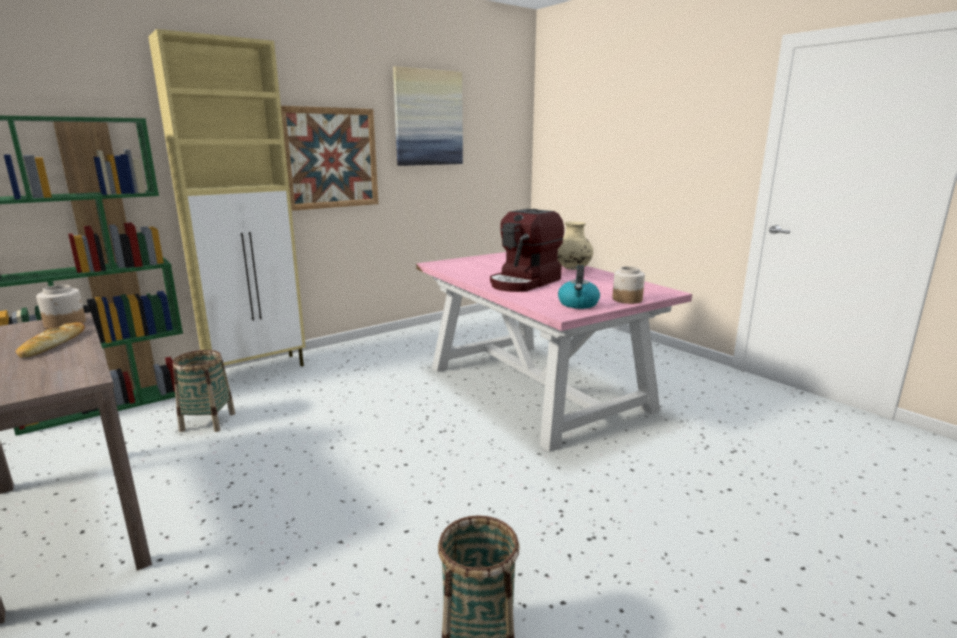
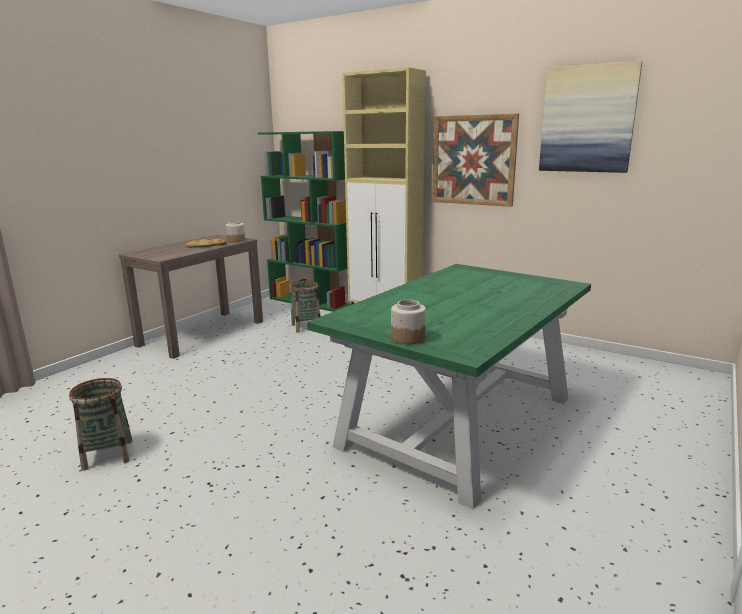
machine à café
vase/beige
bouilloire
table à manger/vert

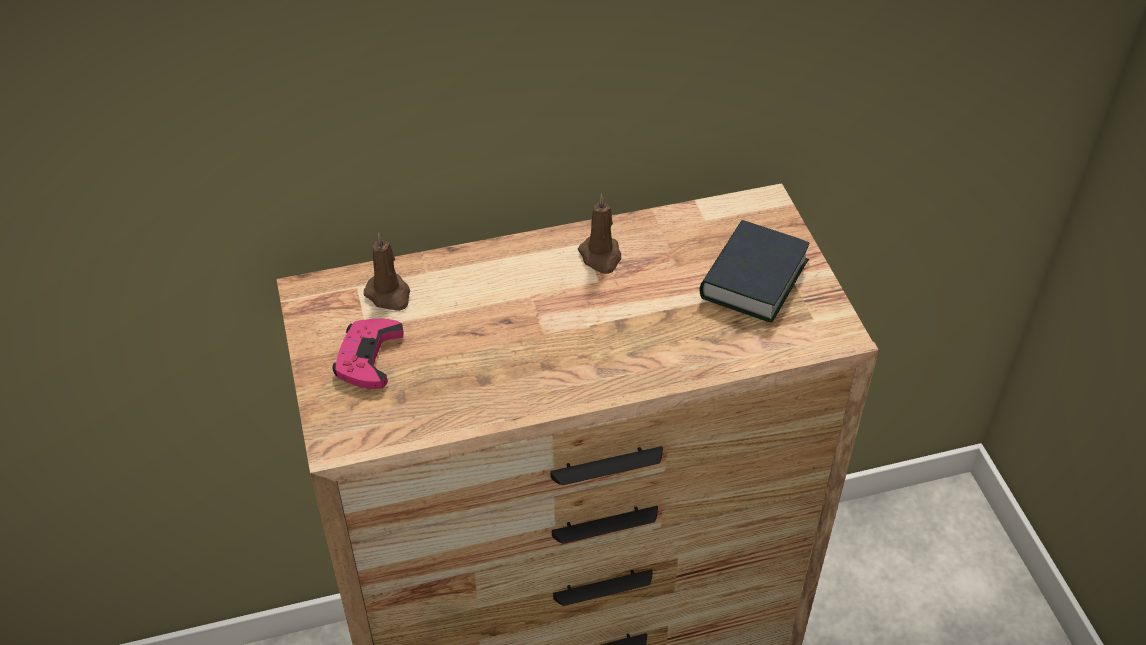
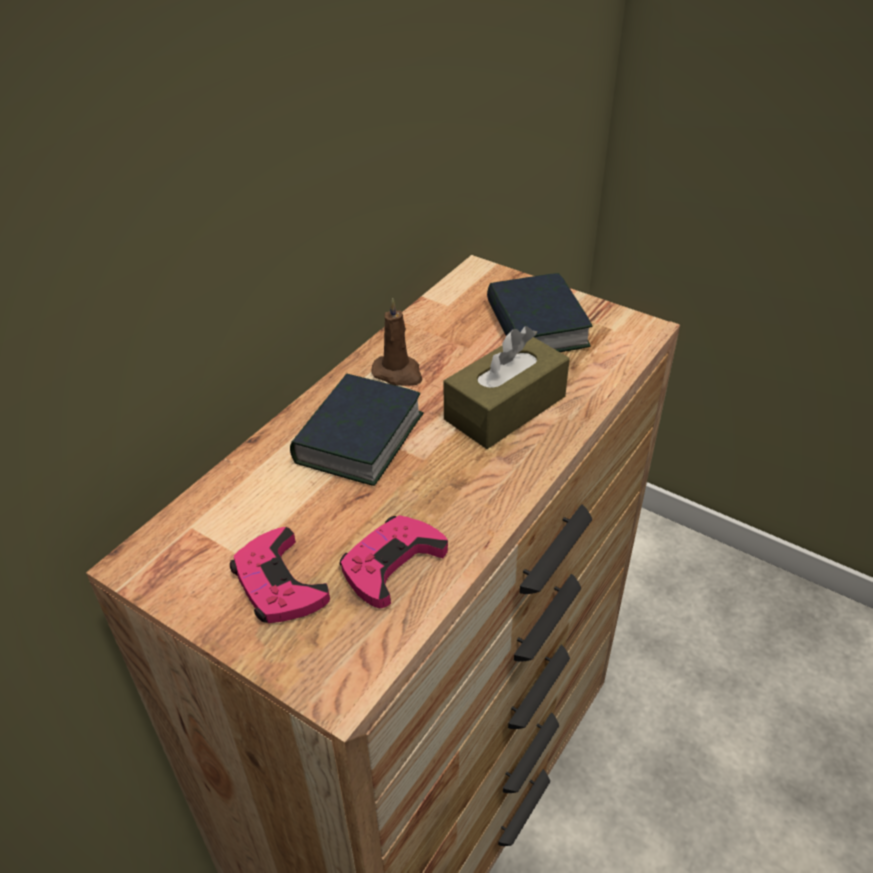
bougie/marron (no. 1 from left in the first image)
livre (no. 1 from left)
manette/rose (no. 2 from left)
boîte à mouchoirs/marron

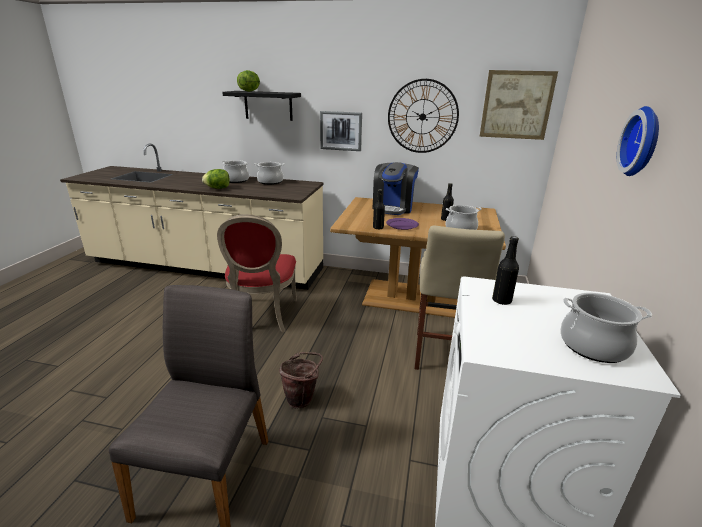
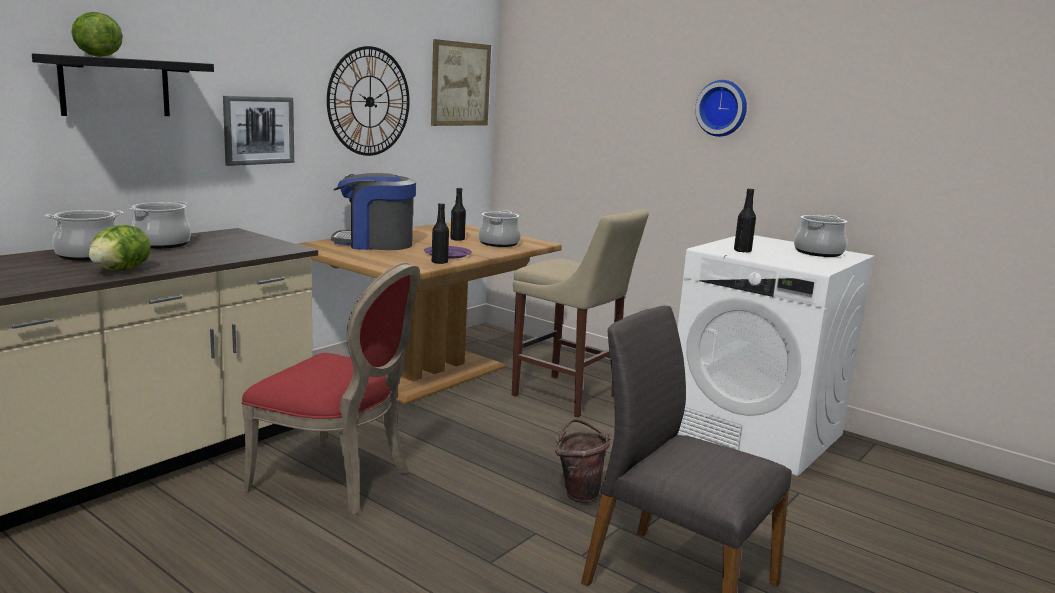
machine à café

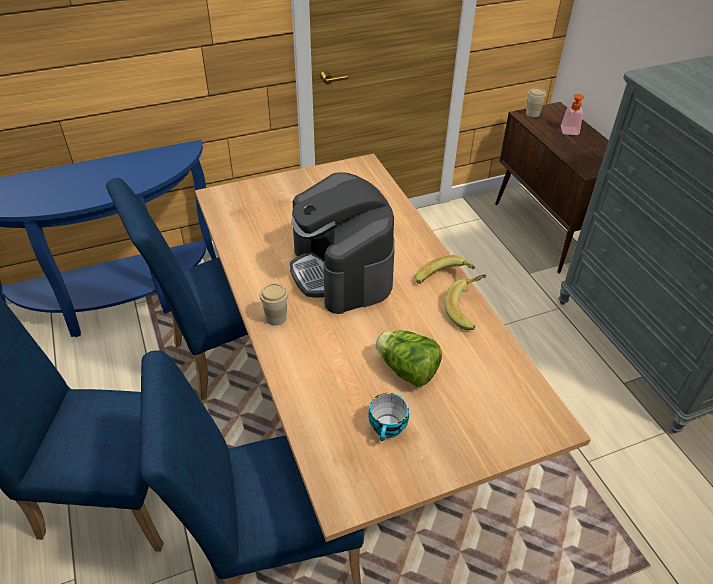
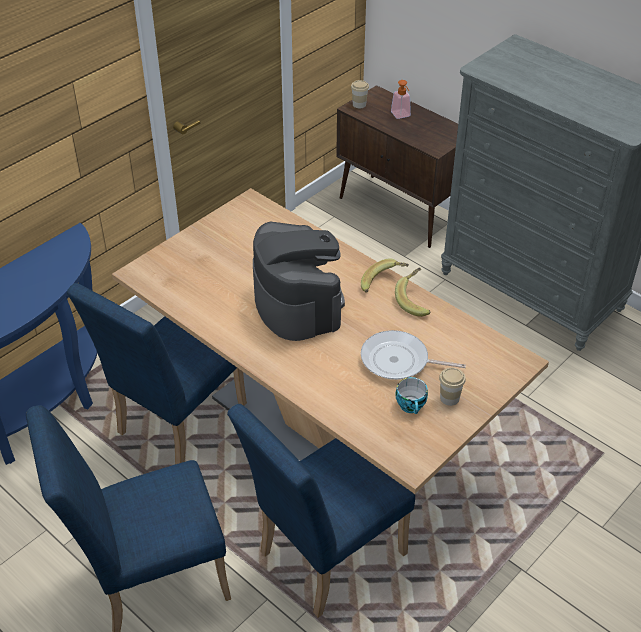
tasse (no. 3 from left)
poêle
machine à café

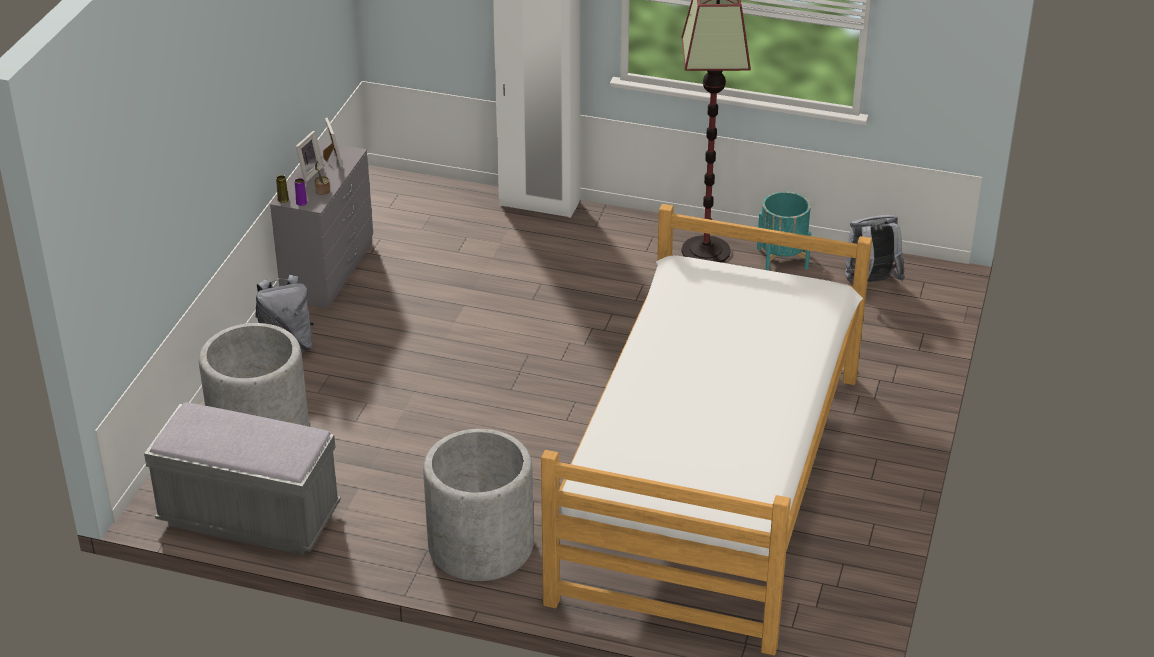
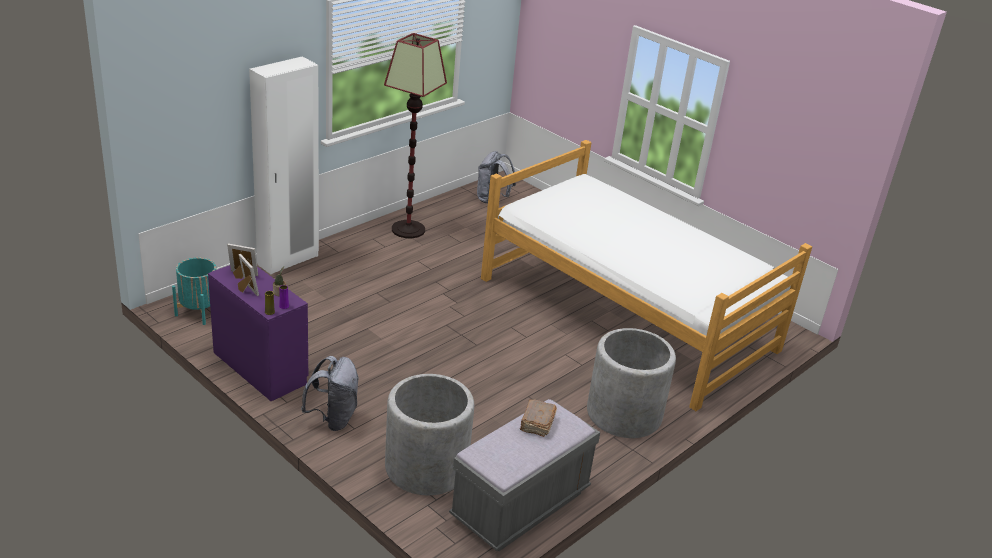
livre/marron
cache-pot/turquoise
commode/violet

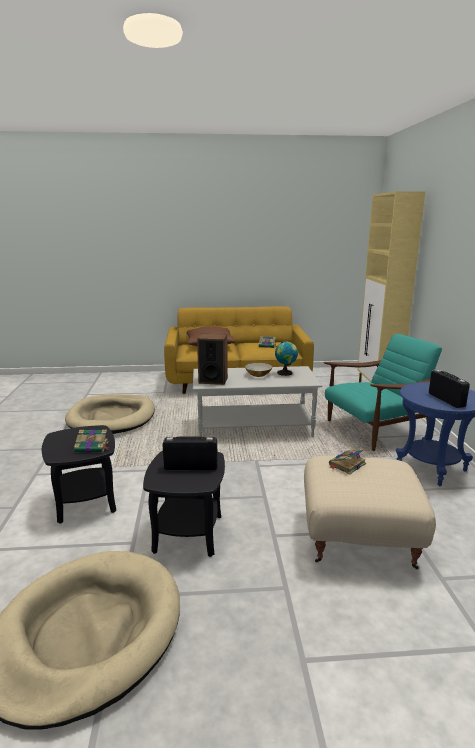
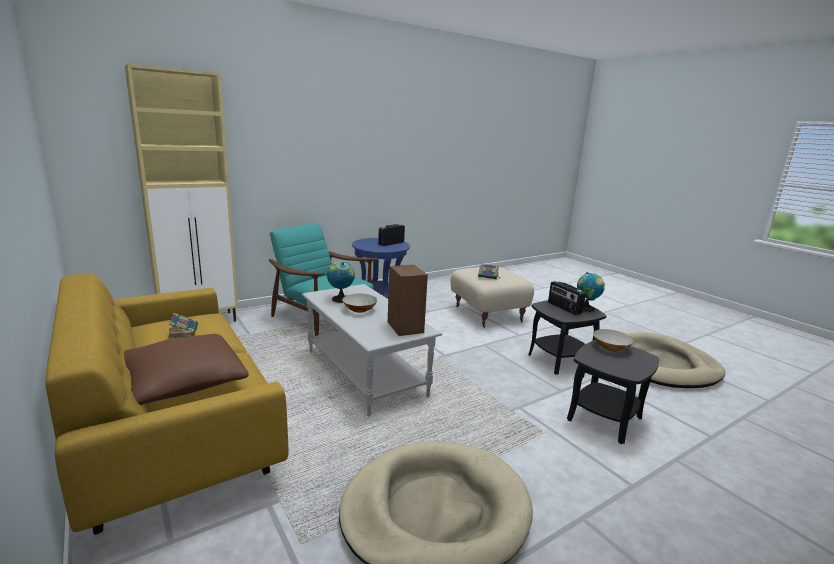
globe (no. 2 from left)
bol (no. 2 from left)

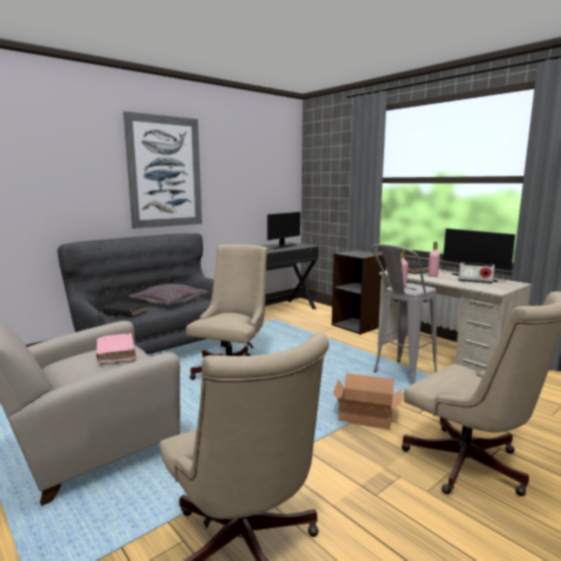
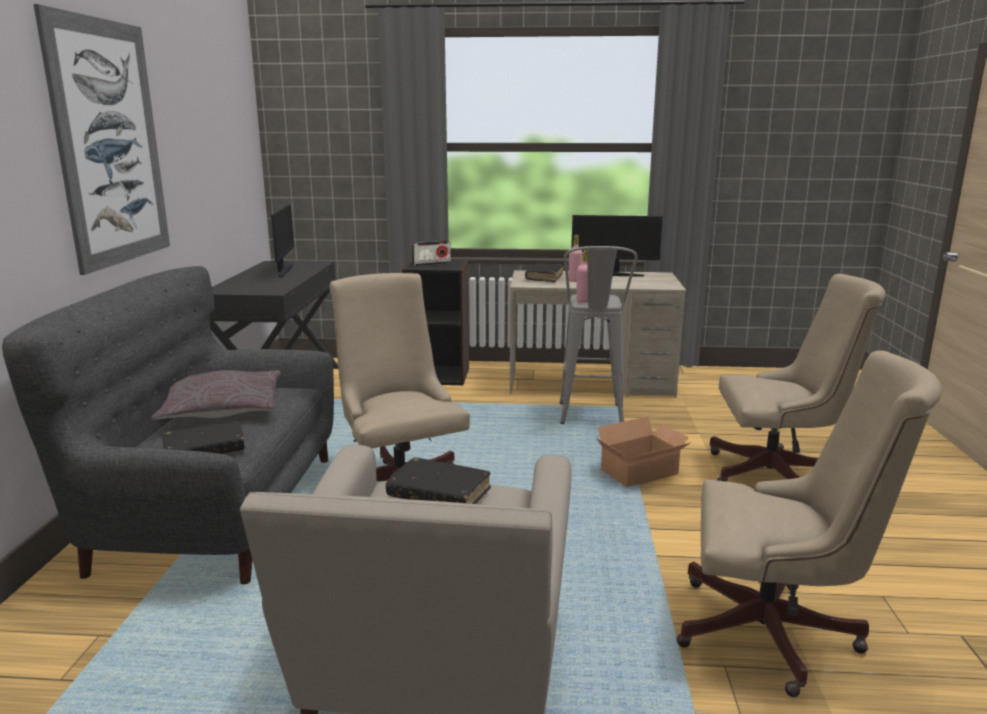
radio
livre/noir (no. 2 from left)

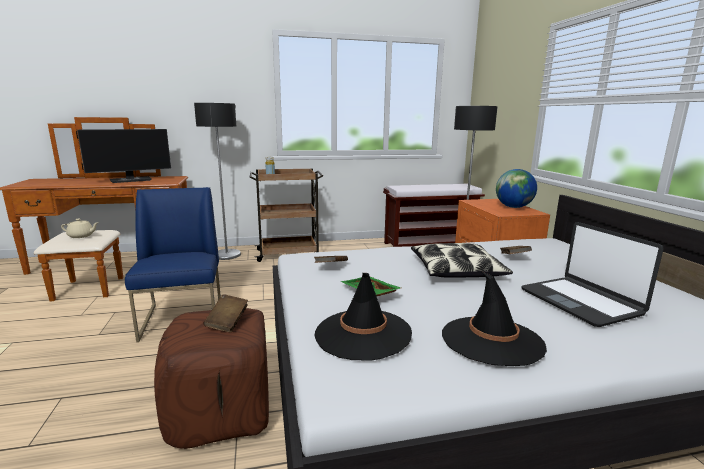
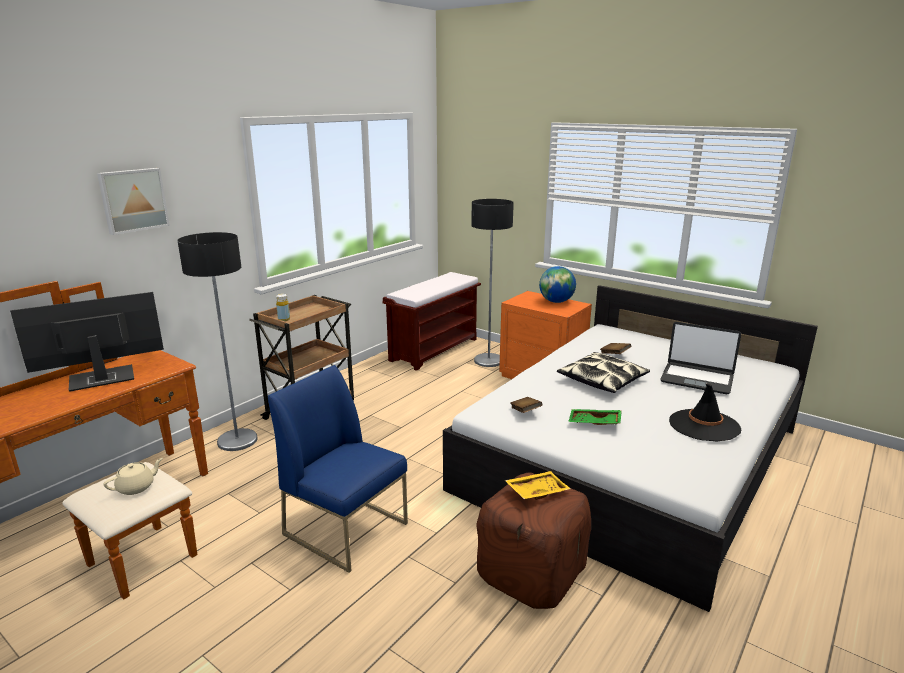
chapeau/noir (no. 1 from left in the first image)
tableau
plateau/jaune
écran d'ordinateur

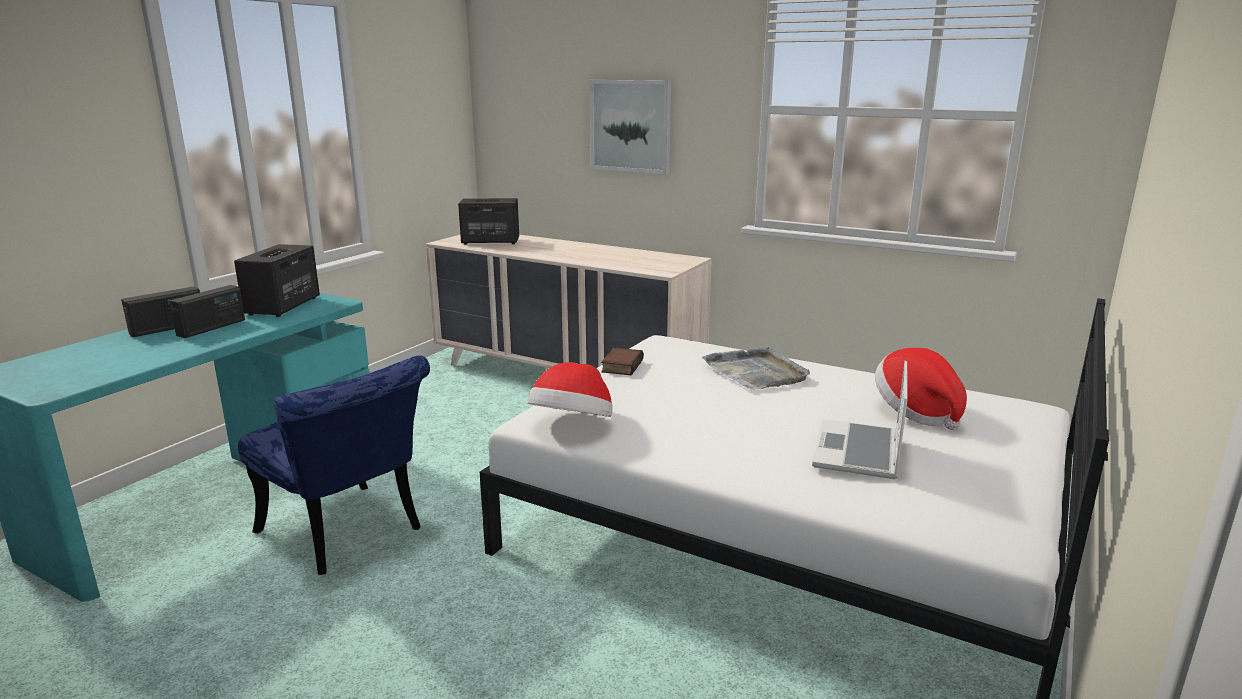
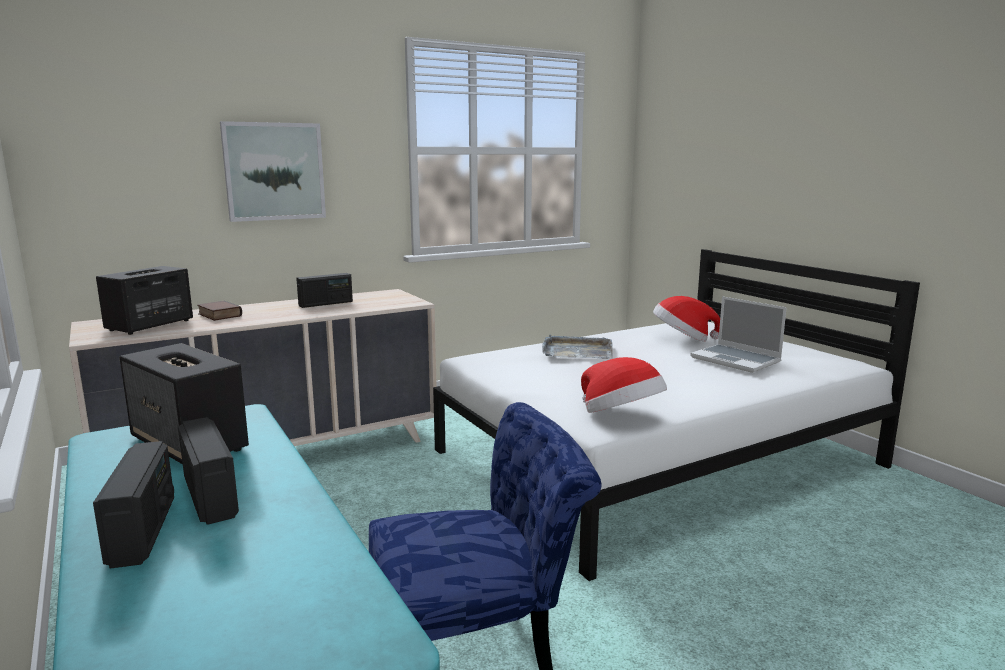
radio (no. 3 from left)
livre

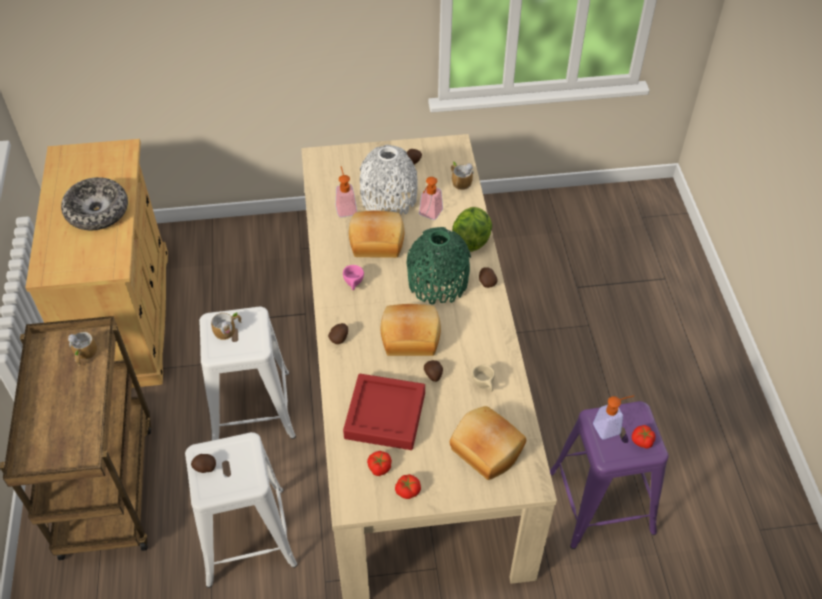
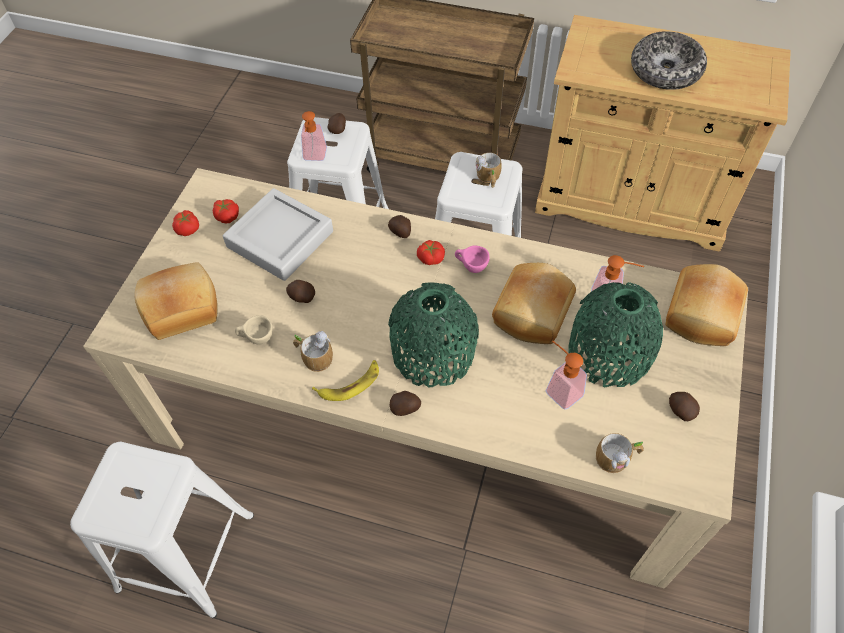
laitue
banane
mug (no. 1 from left)
pain (no. 3 from left)
distributeur de savon (no. 1 from left)
tomate (no. 3 from left)
plateau/gris
vase/vert (no. 2 from left)
tabouret/blanc (no. 1 from left)

